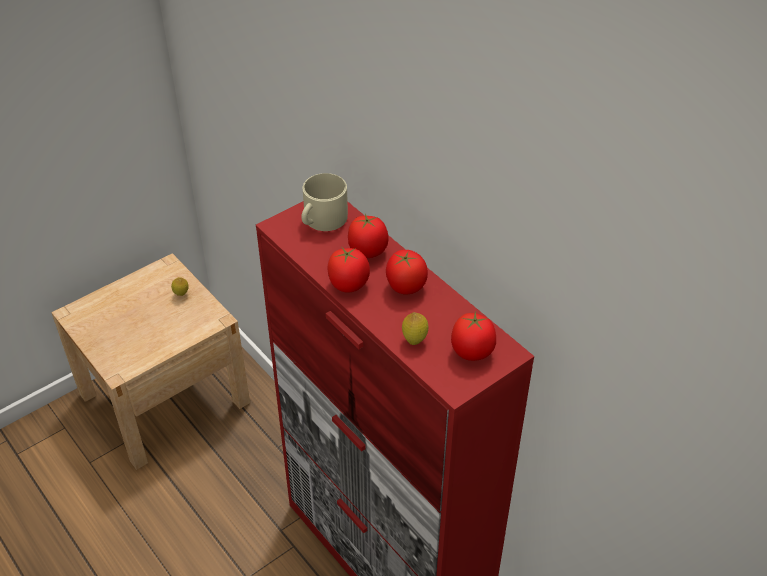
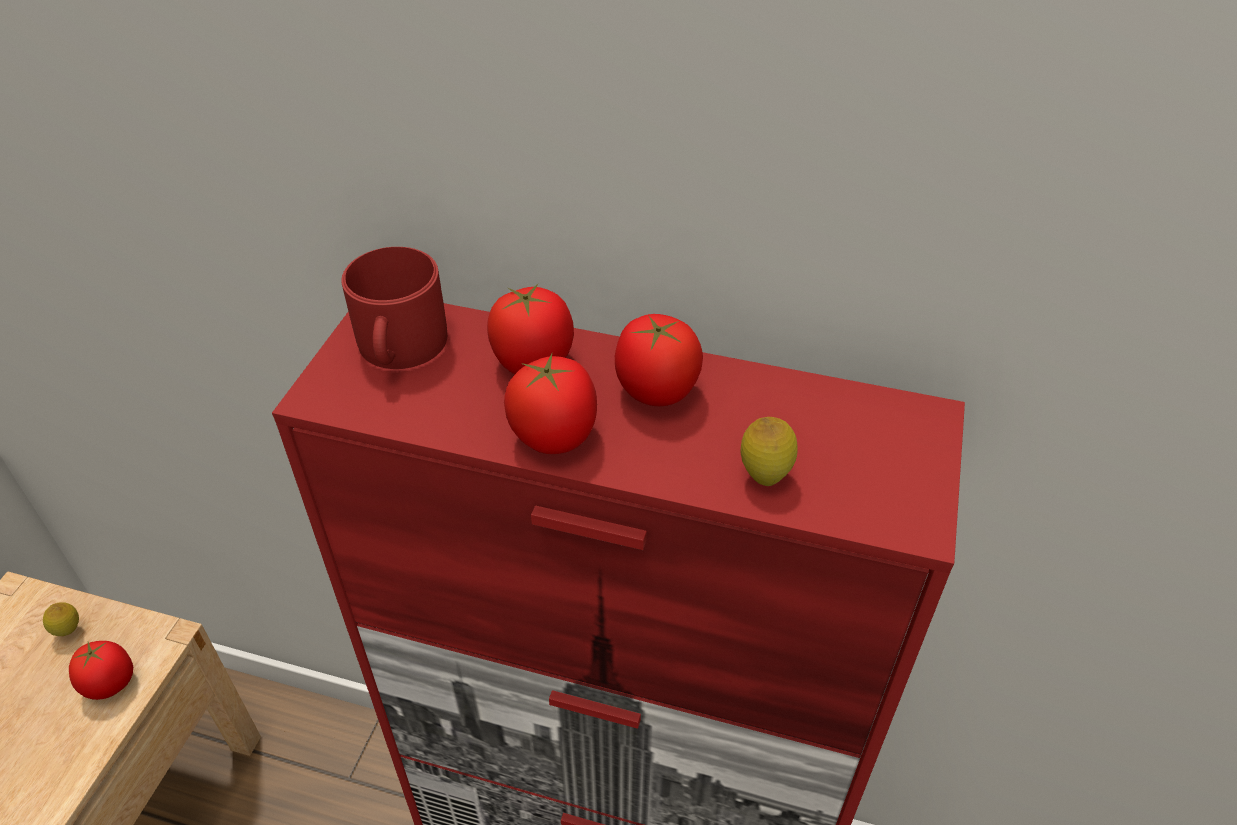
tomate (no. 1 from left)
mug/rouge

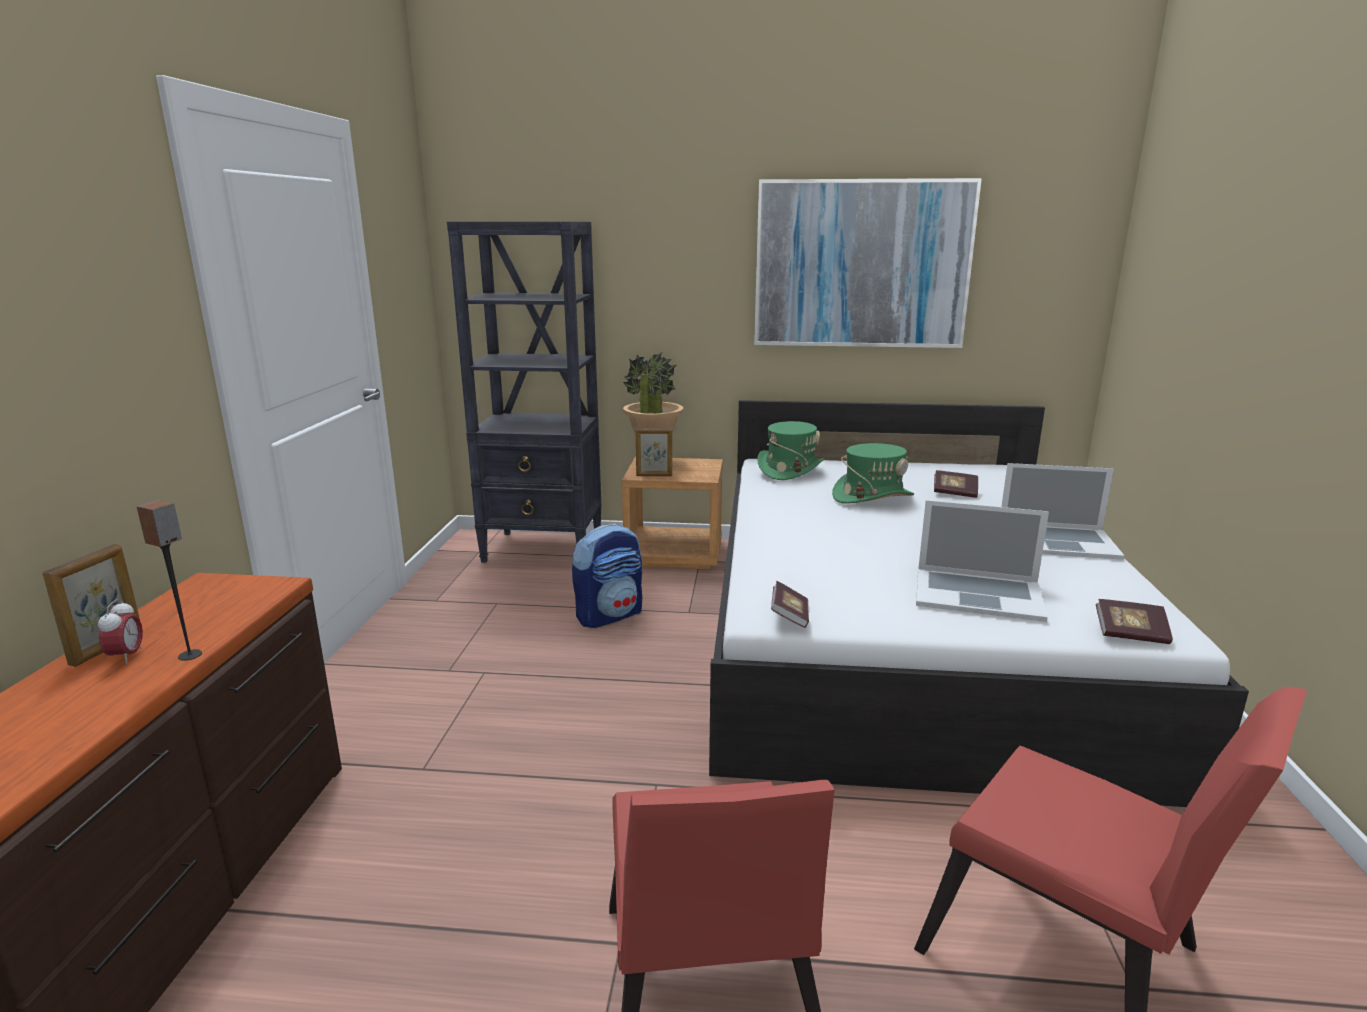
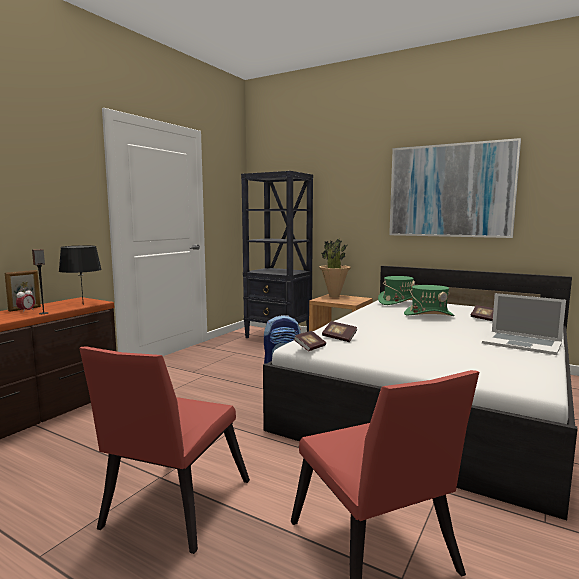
cadre photo (no. 2 from left in the first image)
ordinateur portable (no. 1 from left in the first image)
lampe de table/noir
livre (no. 2 from left)

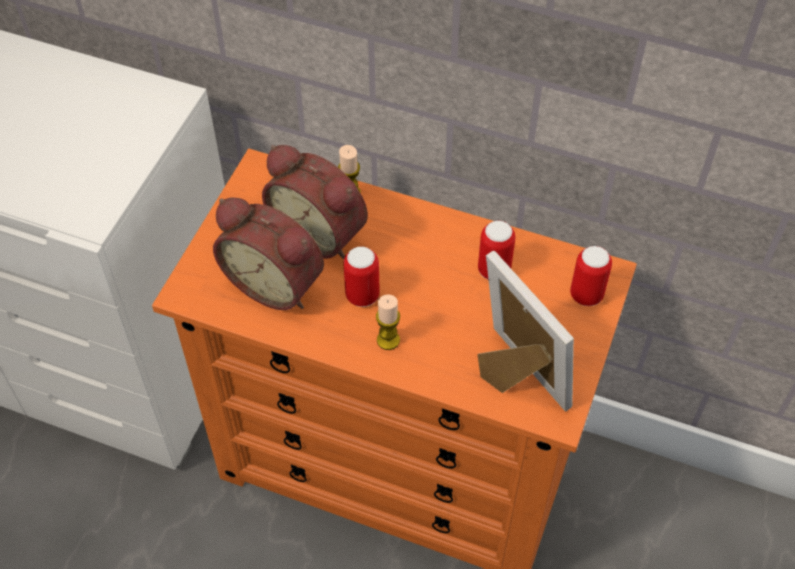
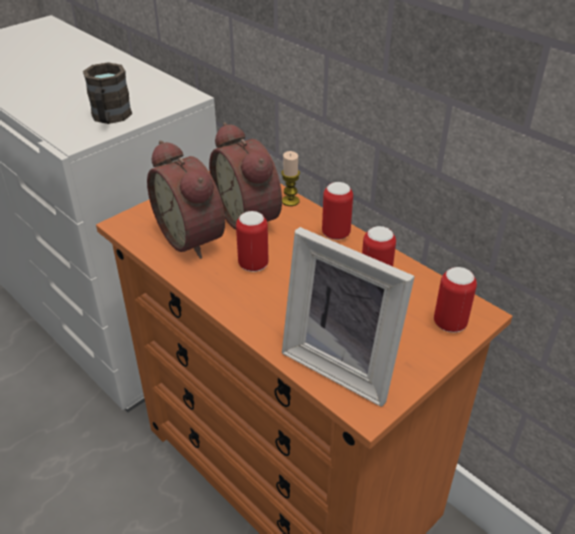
bougie (no. 2 from left in the first image)
mug/marron
boîte métallique (no. 2 from left)
cadre photo

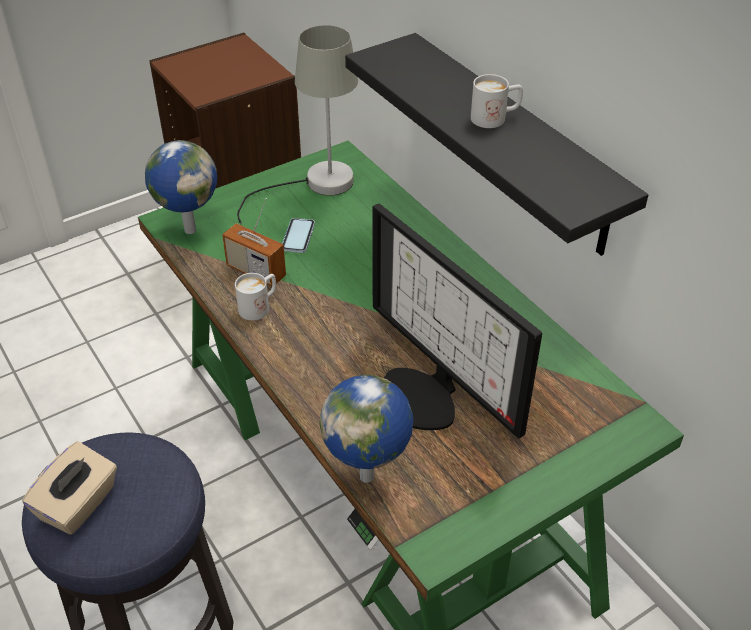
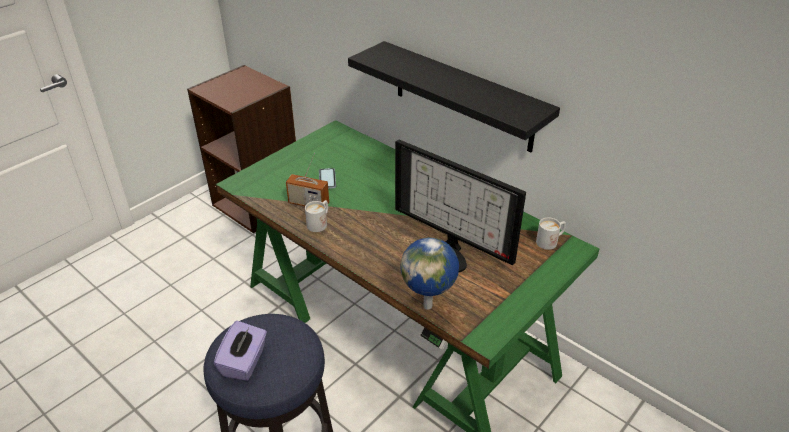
globe (no. 1 from left in the first image)
lampe de table/gris
mug/blanc (no. 2 from left)
boîte à mouchoirs/violet

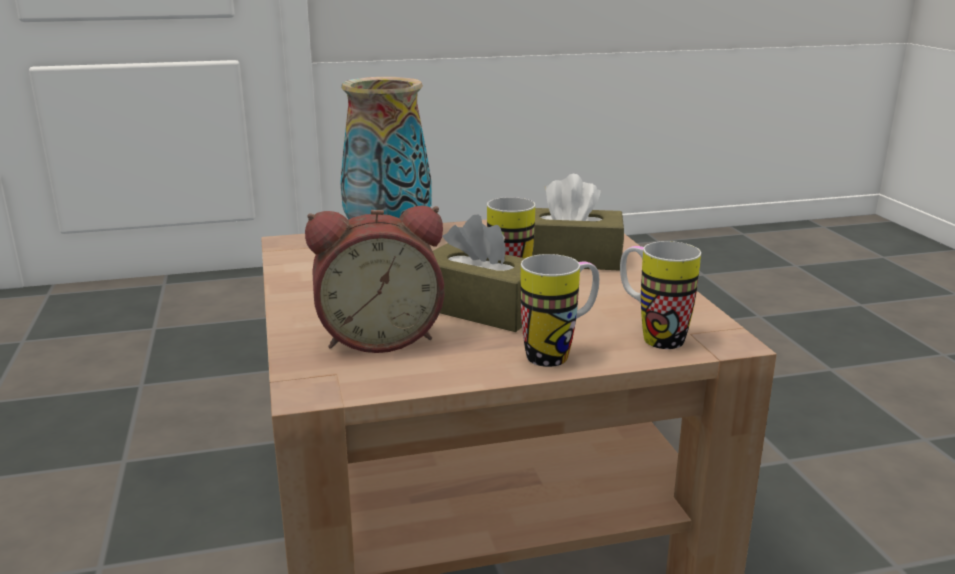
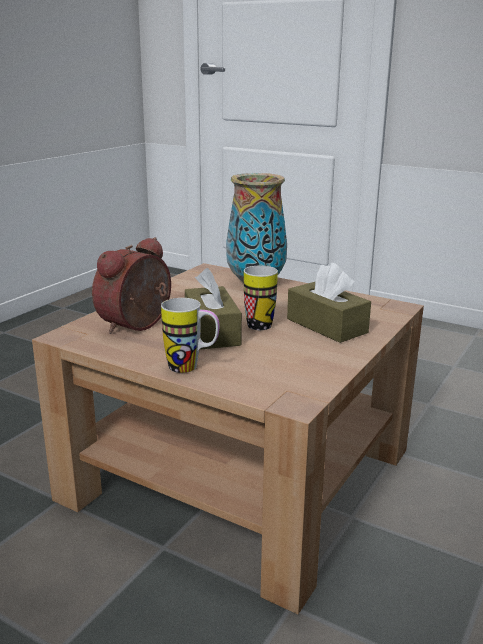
mug (no. 3 from left in the first image)
réveil

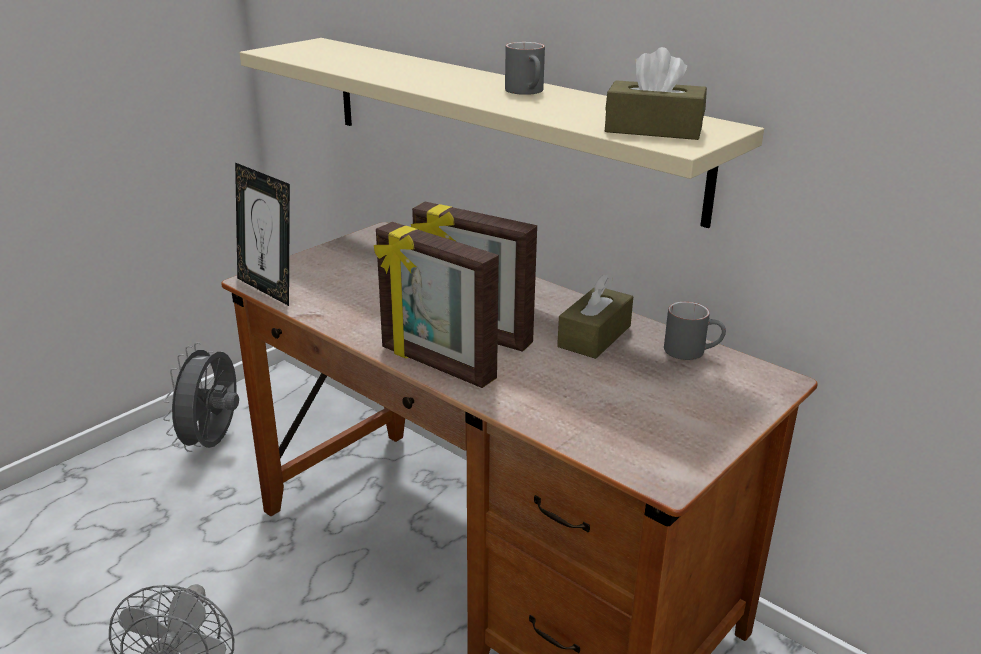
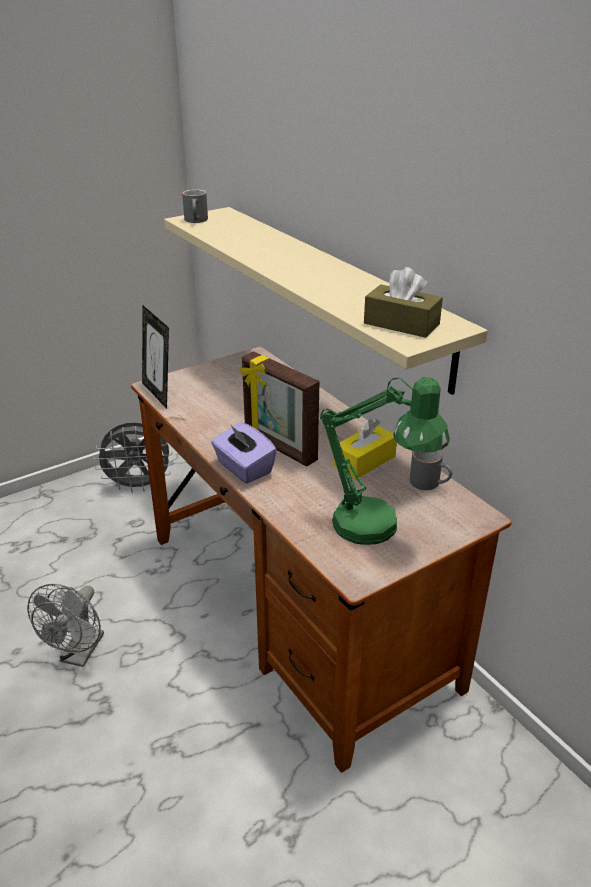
lampe de table/vert
mug/gris (no. 1 from left)
boîte à mouchoirs/violet
boîte à mouchoirs/jaune
ventilateur/gris (no. 2 from left)

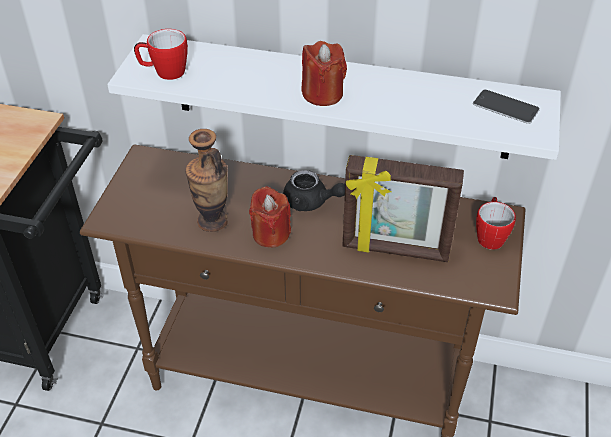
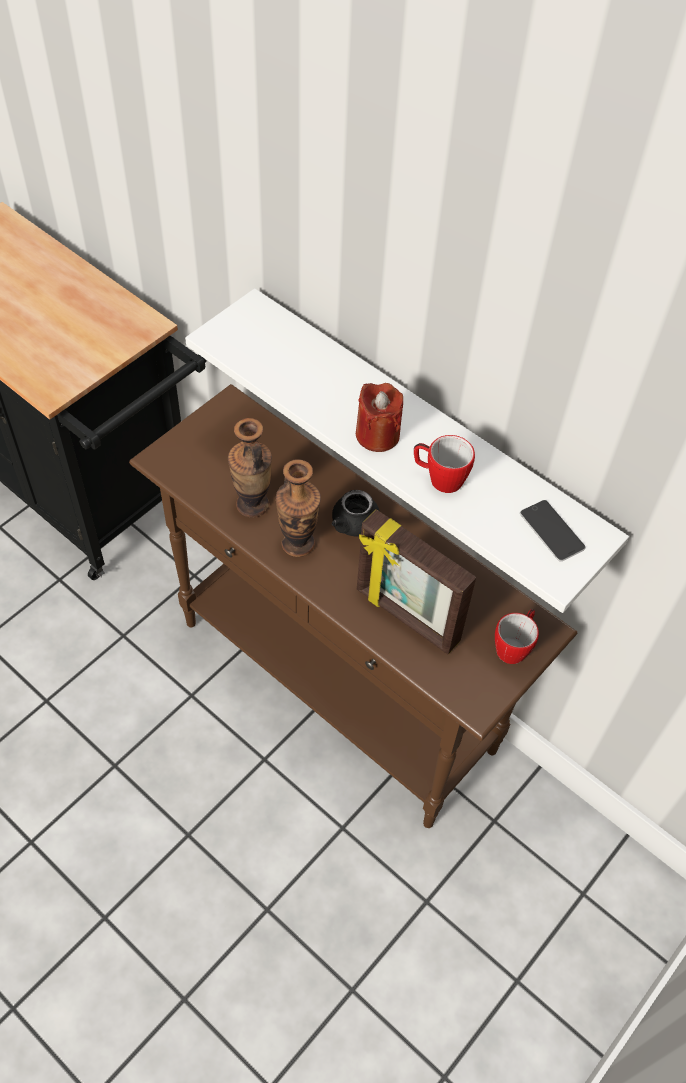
mug (no. 1 from left)
vase (no. 2 from left)

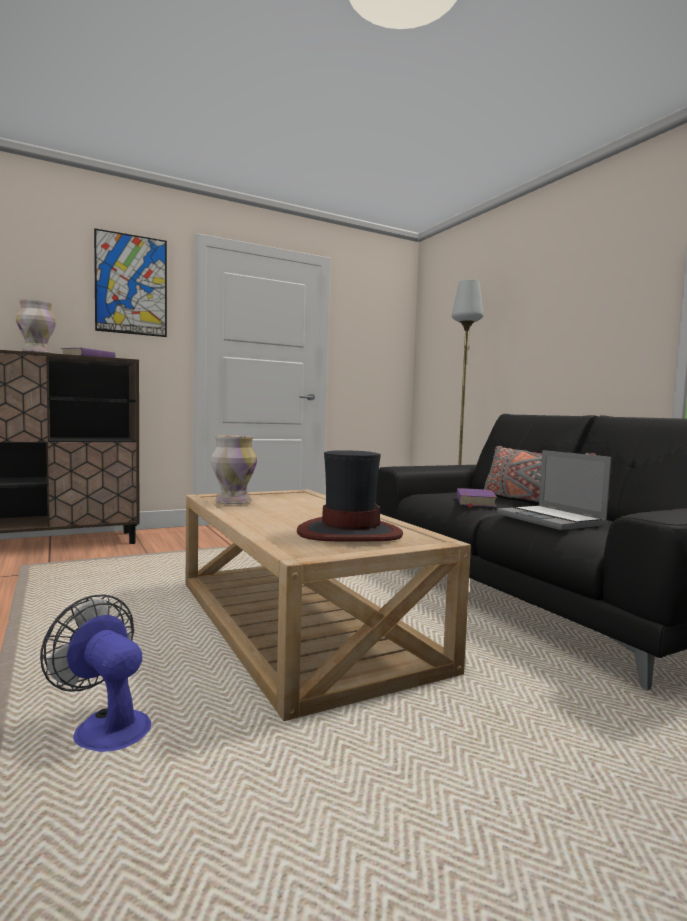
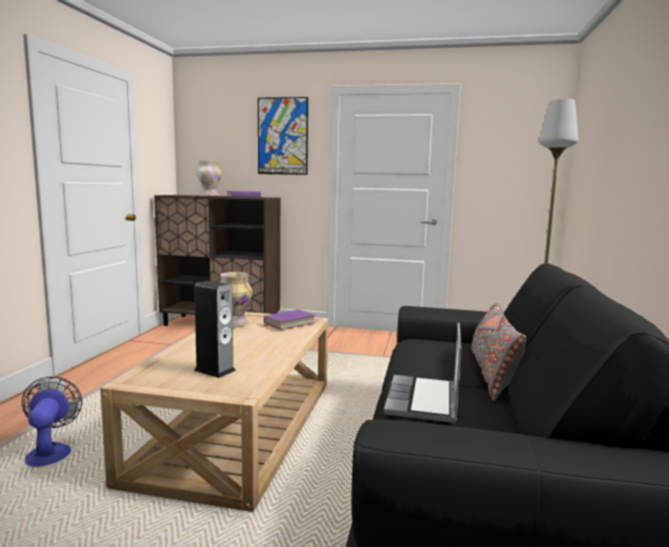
livre/violet (no. 2 from left)
enceinte

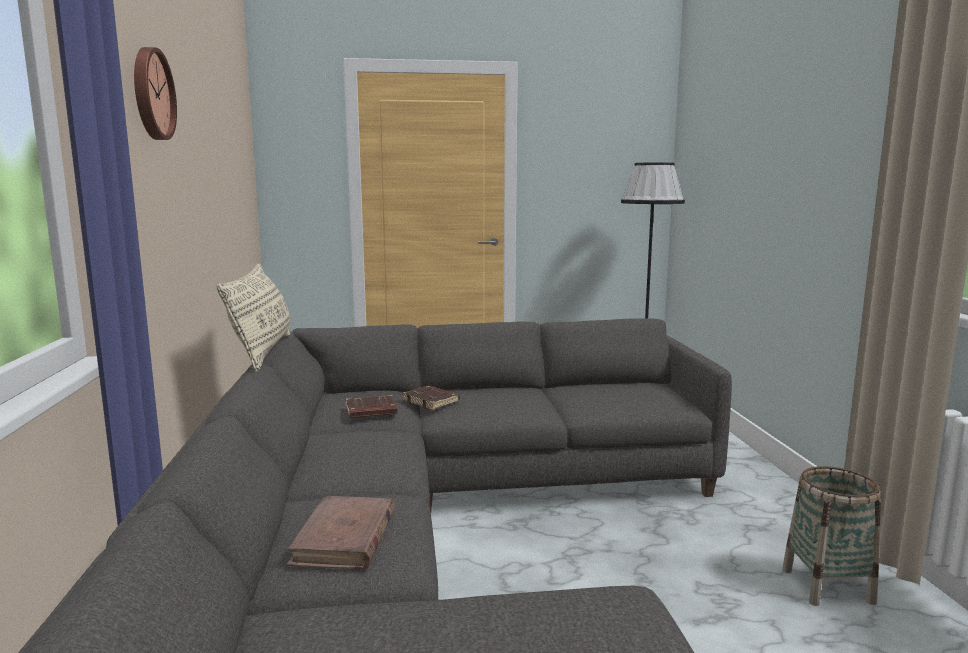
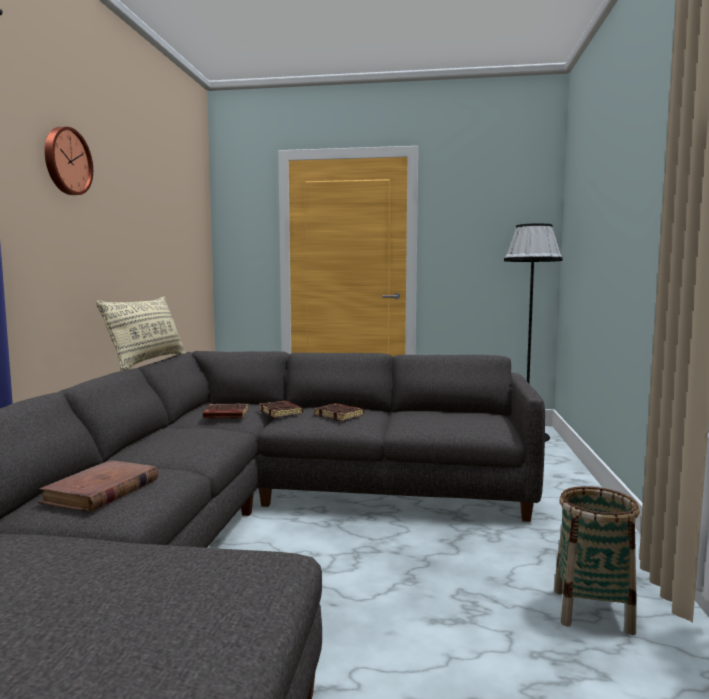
livre/marron (no. 4 from left)

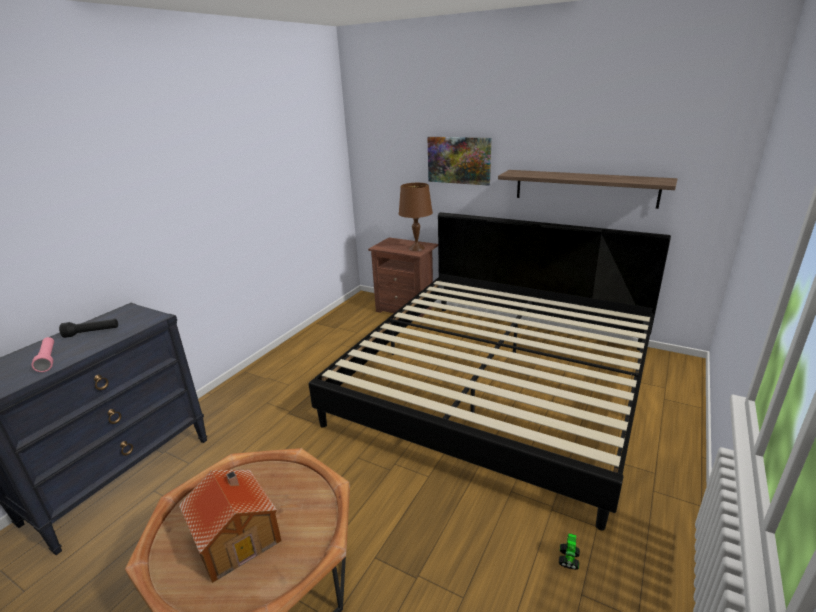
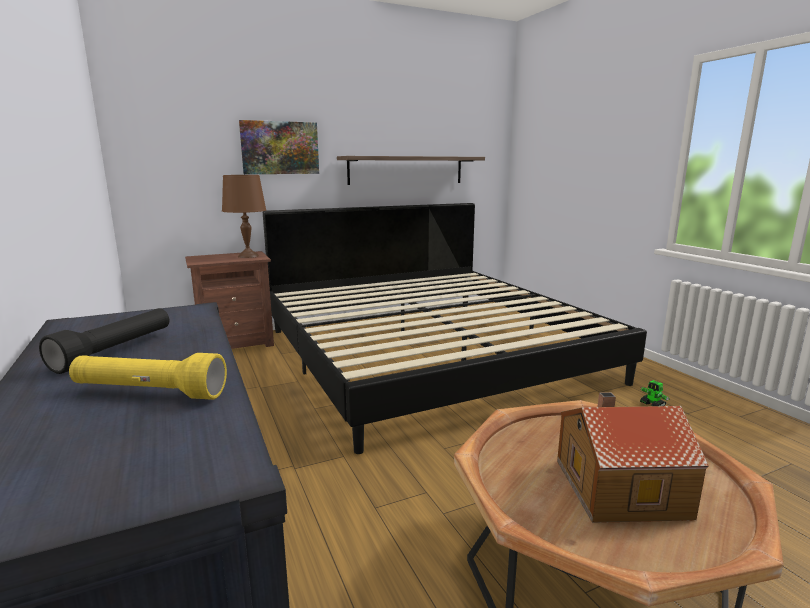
lampe de poche/jaune

